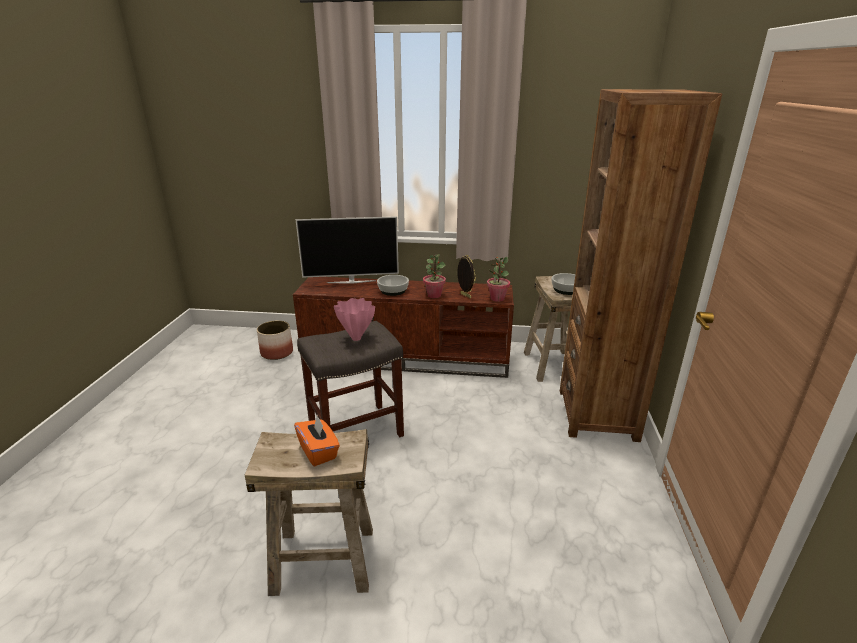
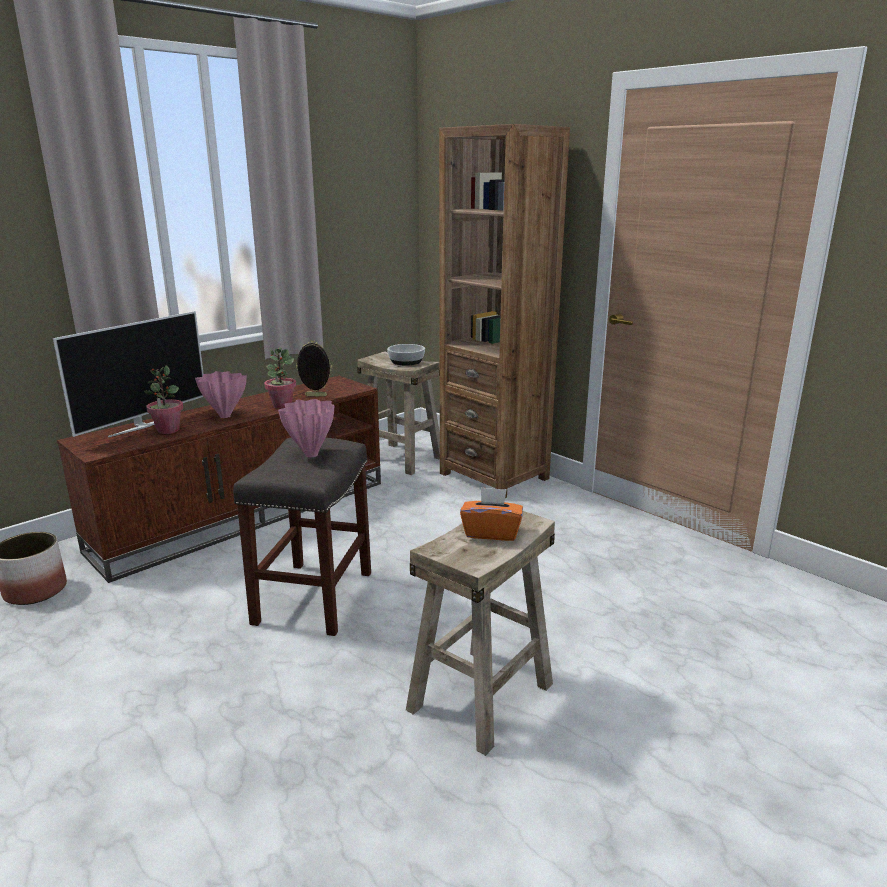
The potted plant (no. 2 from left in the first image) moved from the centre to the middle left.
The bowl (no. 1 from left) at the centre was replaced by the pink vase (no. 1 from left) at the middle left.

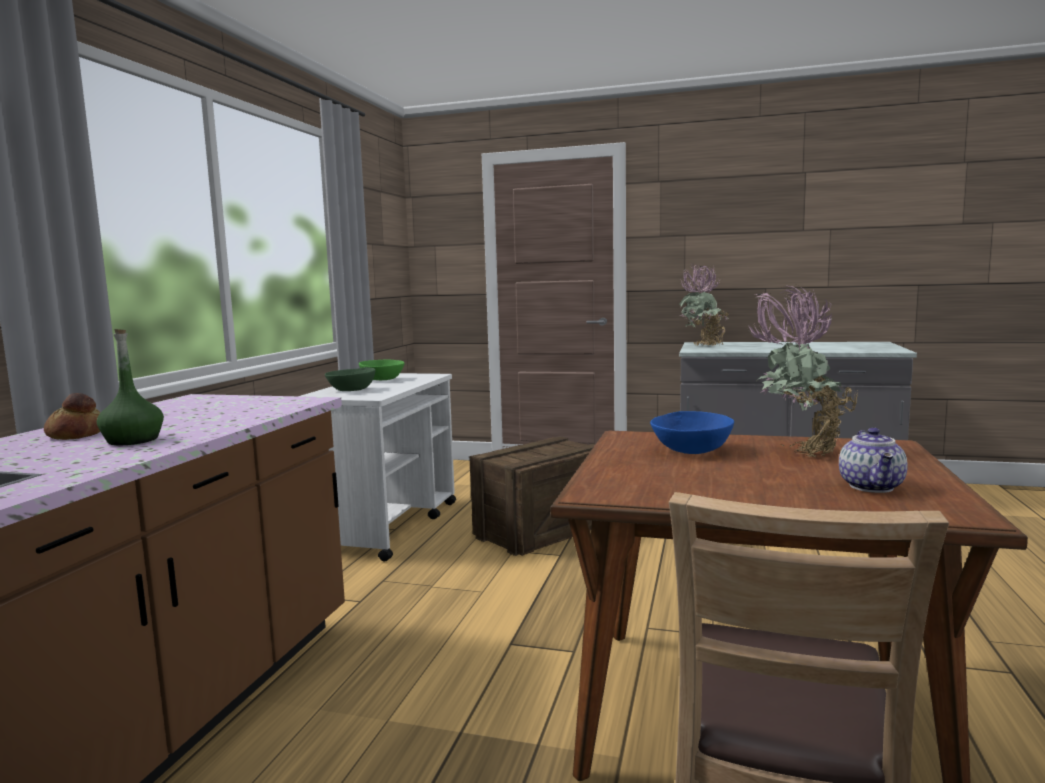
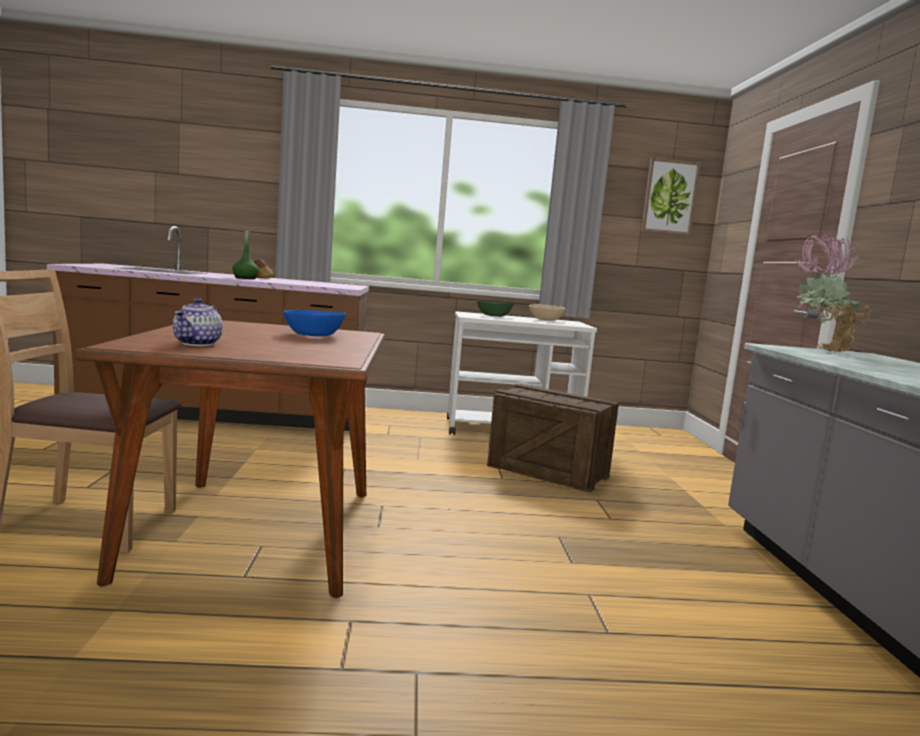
The potted plant (no. 2 from left) at the middle right disappeared.
The picture at the top right appeared.
The green bowl (no. 2 from left) at the centre became the beige bowl at the centre.
The teapot at the middle right turned 75 degrees counterclockwise.

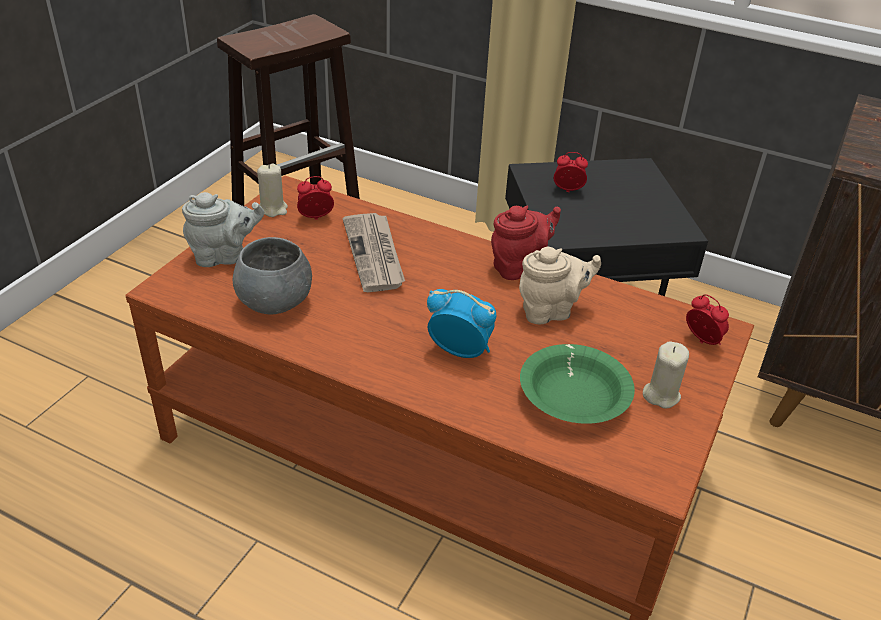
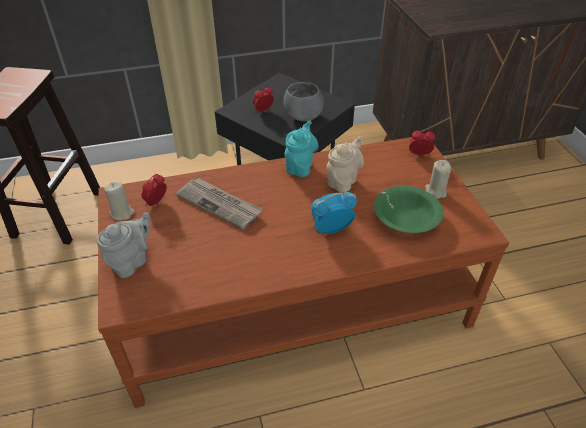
The grey bowl moved from the middle left to the top centre.
The red teapot at the centre became the turquoise teapot at the centre.

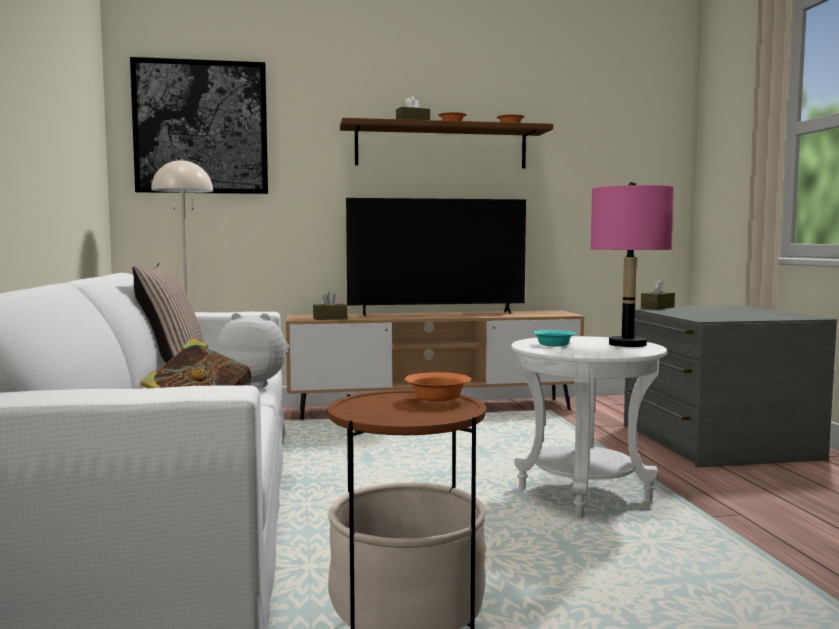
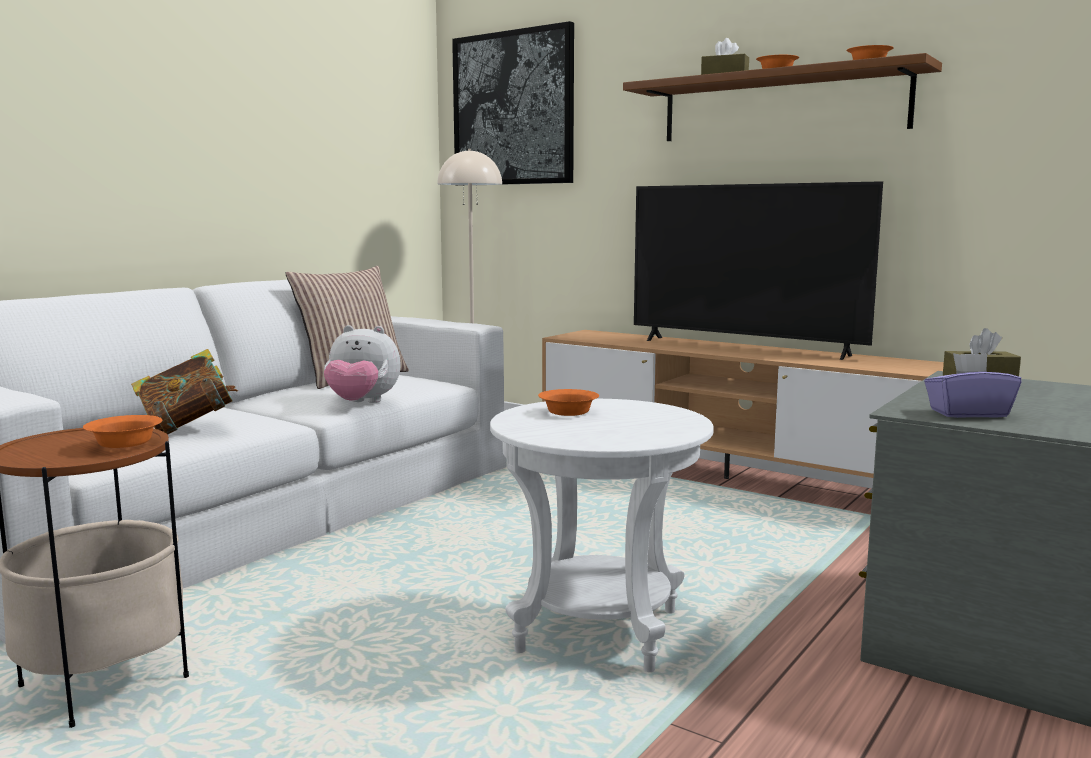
The brown tissue box (no. 1 from left) at the centre disappeared.
The pink table lamp at the middle right disappeared.
The purple tissue box at the middle right appeared.
The turquoise bowl at the centre became the orange bowl (no. 2 from left) at the centre.
The plush toy at the middle left turned 135 degrees clockwise.

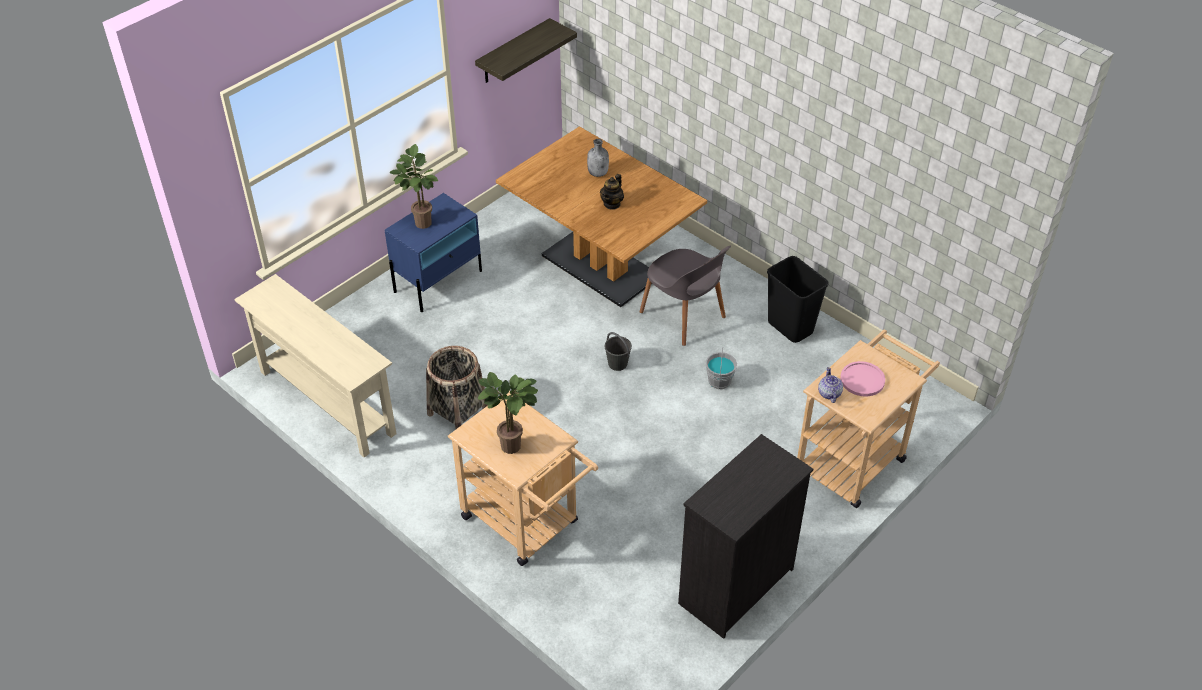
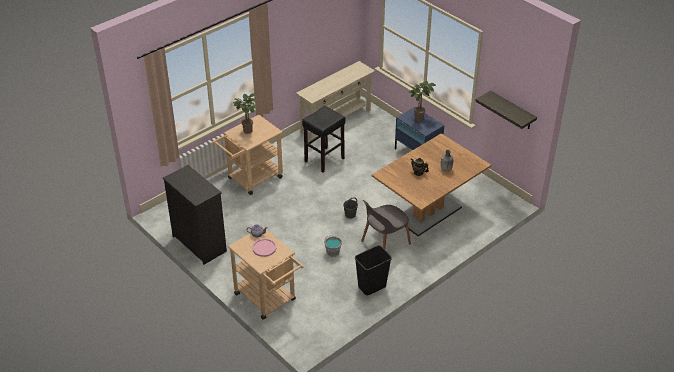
The basket at the centre was replaced by the black stool at the centre.

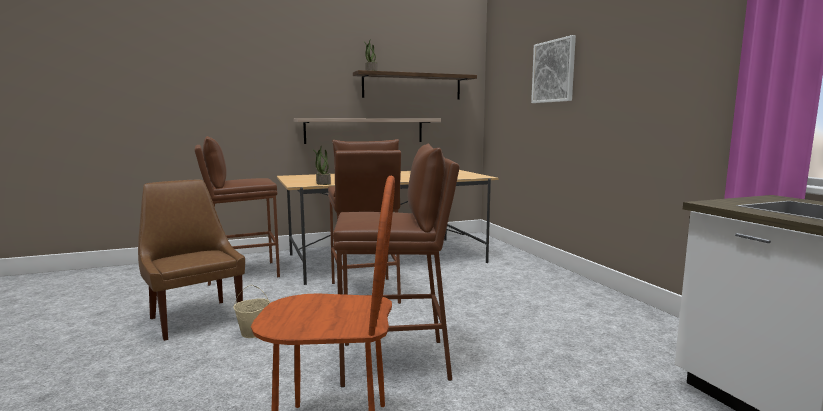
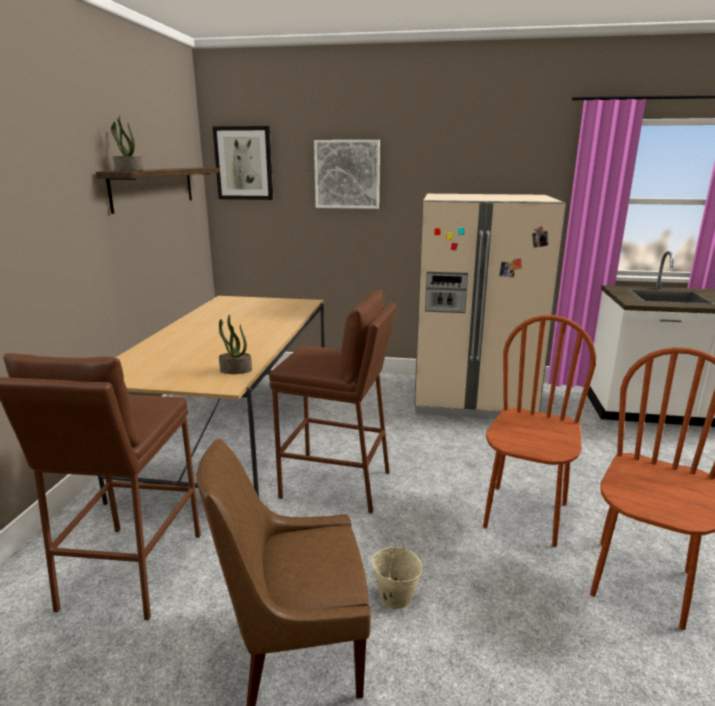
The shelf (no. 1 from left) at the top centre disappeared.
The picture (no. 1 from left) at the top centre appeared.
The beige fridge at the middle right appeared.
The brown stool (no. 3 from left) at the centre was replaced by the brown chair (no. 2 from left) at the middle right.

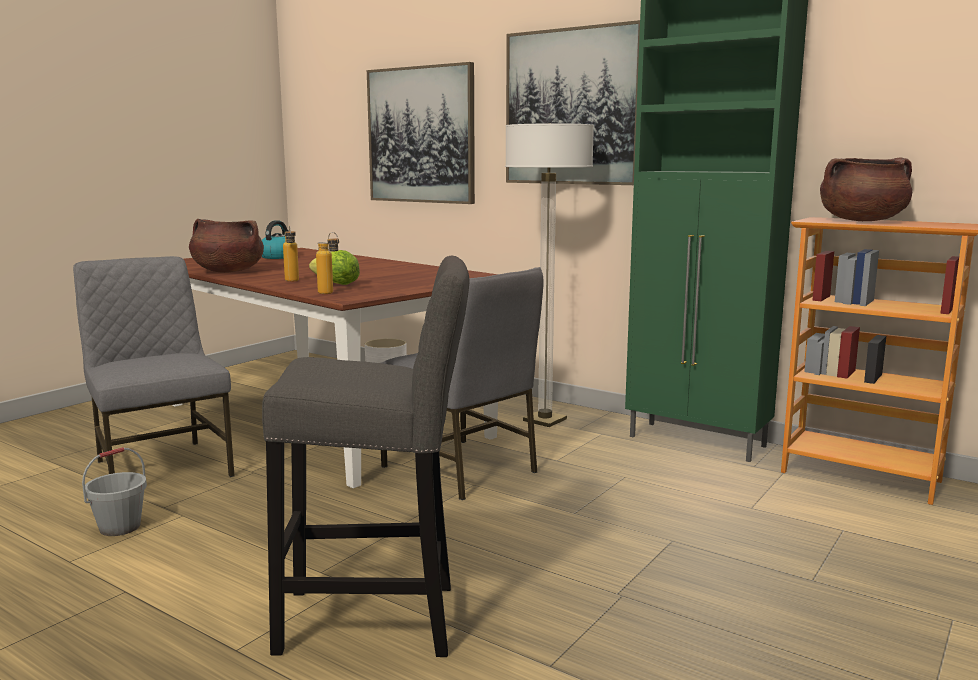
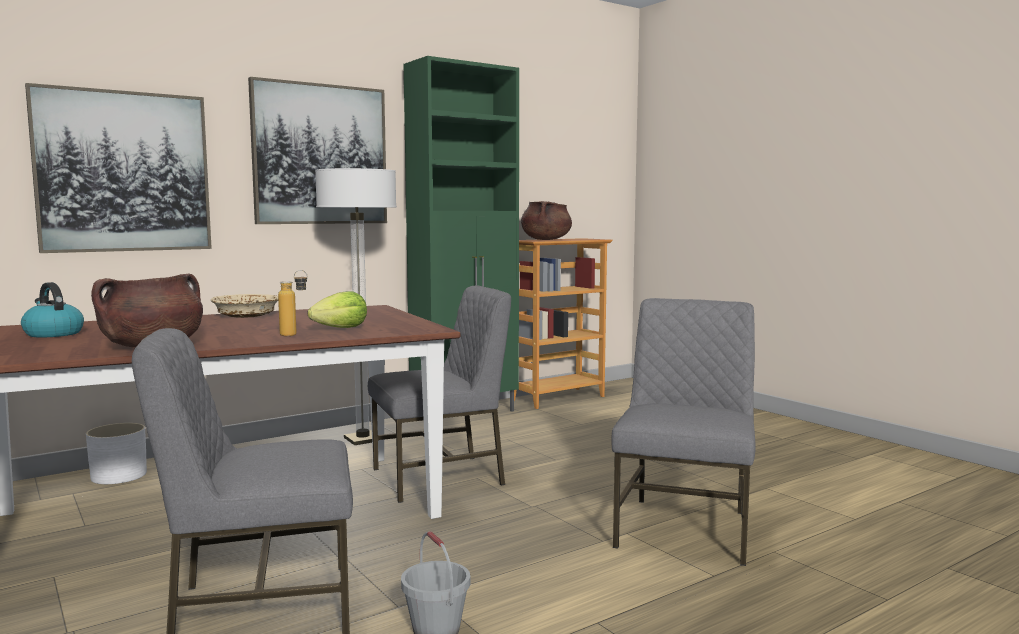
The bottle (no. 2 from left) at the centre disappeared.
The beige bowl at the middle left appeared.
The grey stool at the bottom centre was replaced by the grey chair (no. 3 from left) at the bottom right.

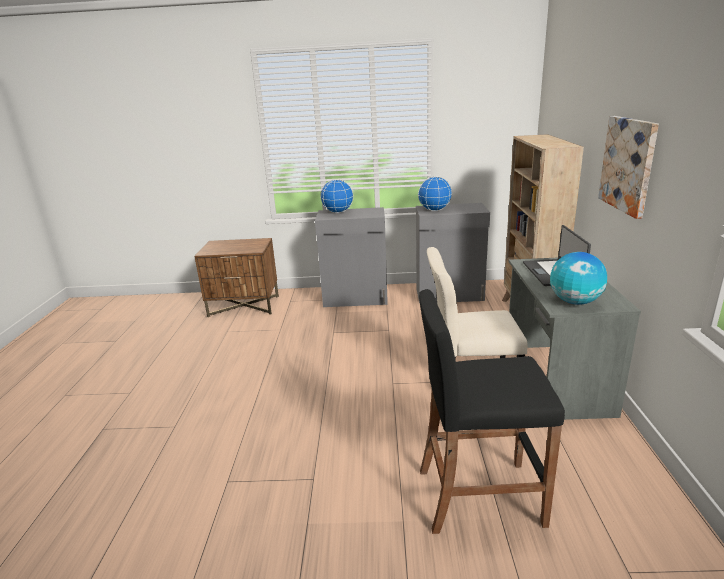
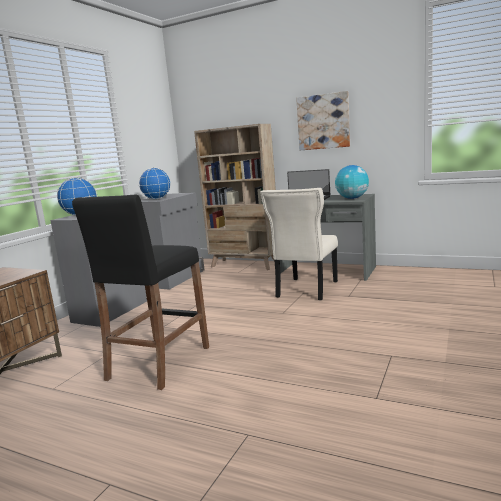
The black stool moved from the bottom right to the middle left.

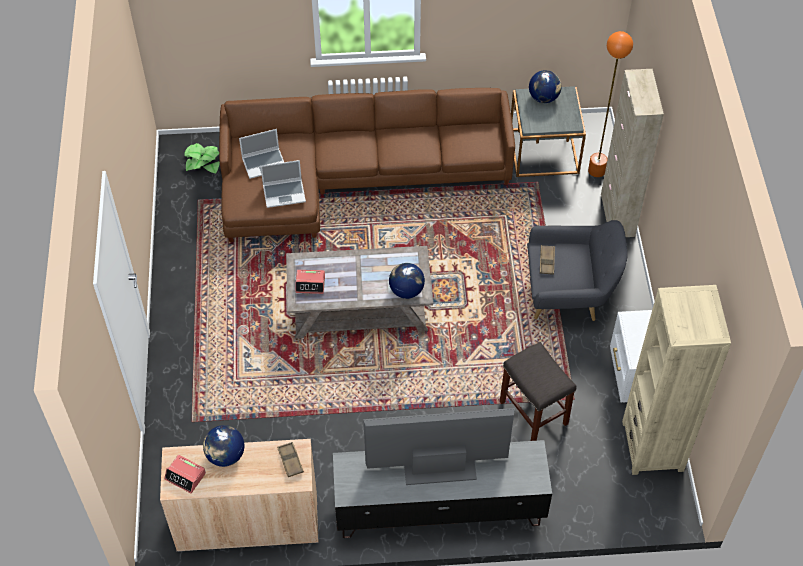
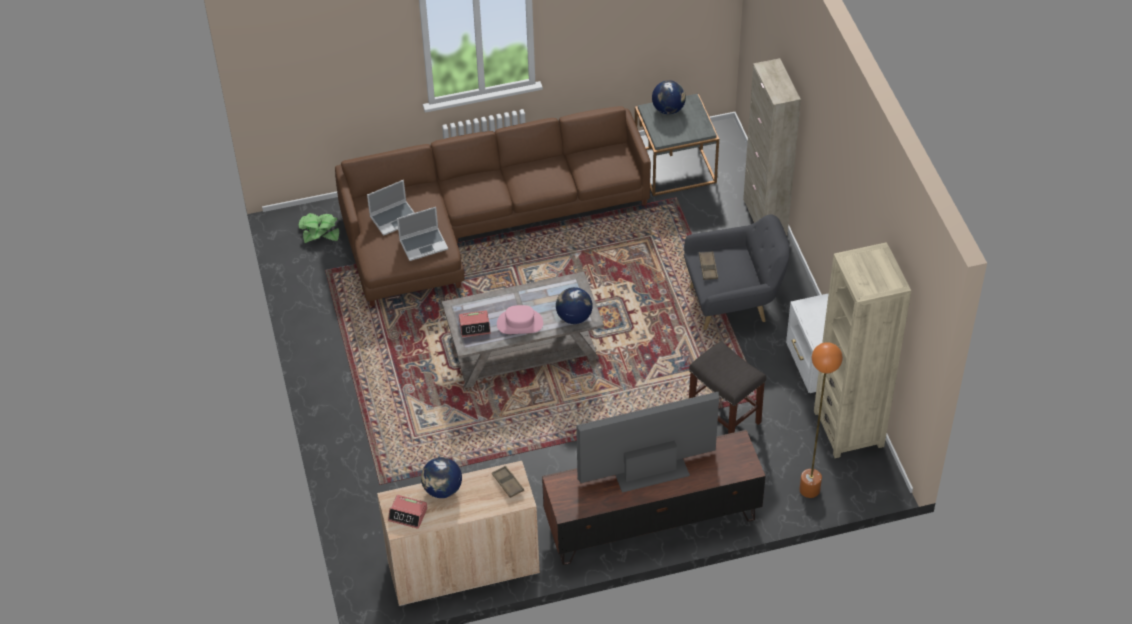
The pink hat at the centre appeared.
The orange floor lamp moved from the top right to the bottom right.
The grey tv stand at the bottom centre became the brown tv stand at the bottom centre.

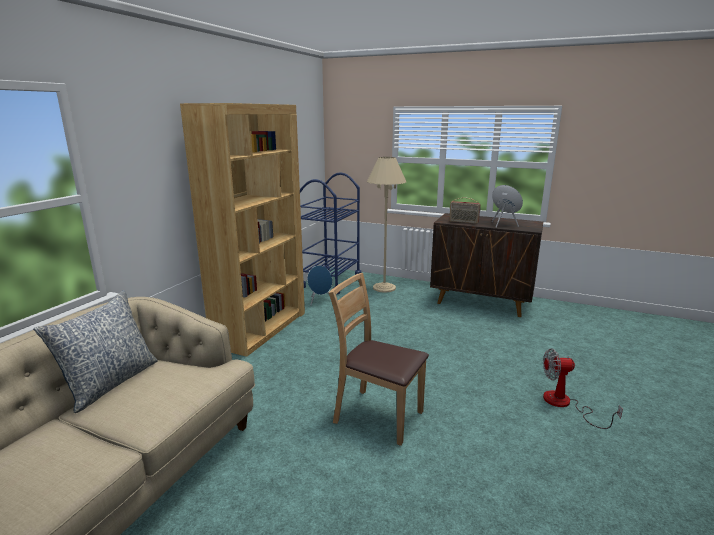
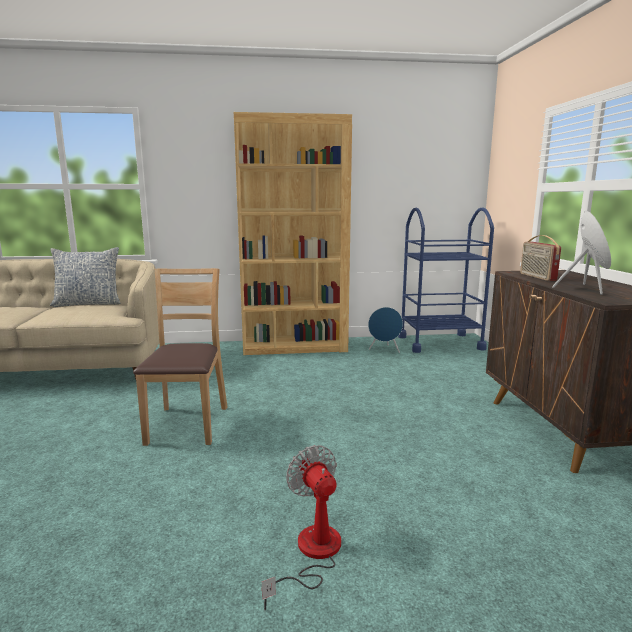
The beige floor lamp at the centre disappeared.

